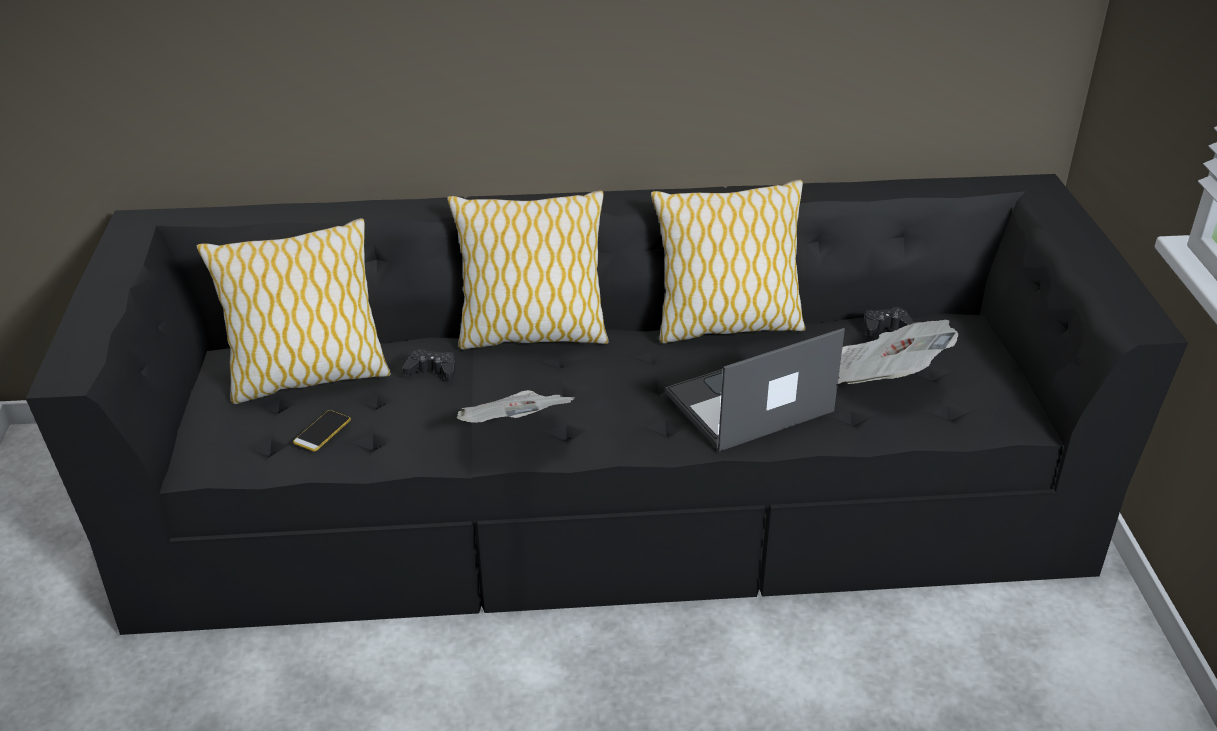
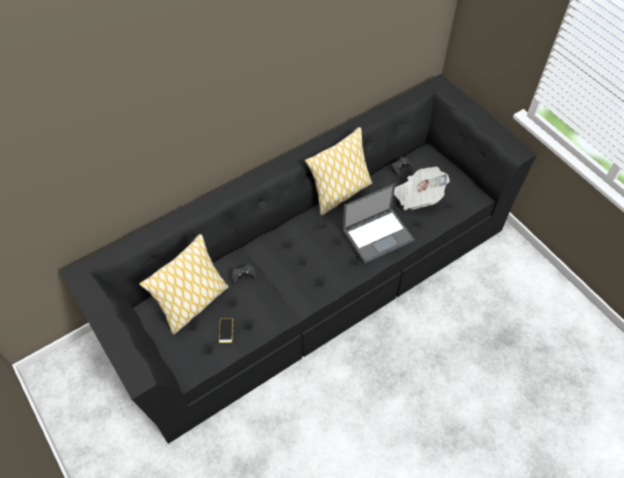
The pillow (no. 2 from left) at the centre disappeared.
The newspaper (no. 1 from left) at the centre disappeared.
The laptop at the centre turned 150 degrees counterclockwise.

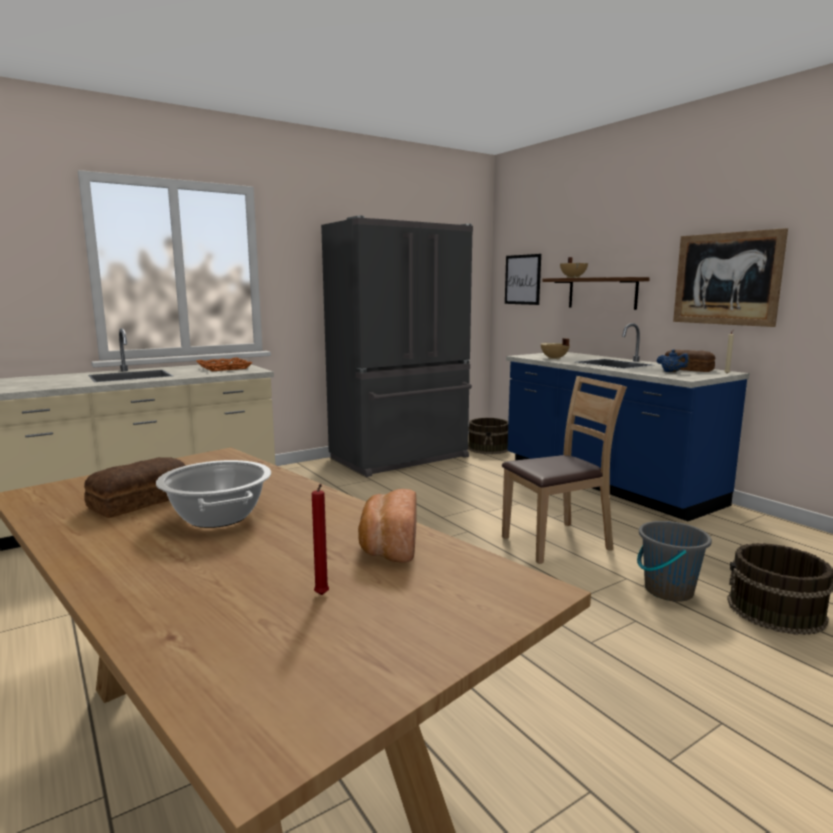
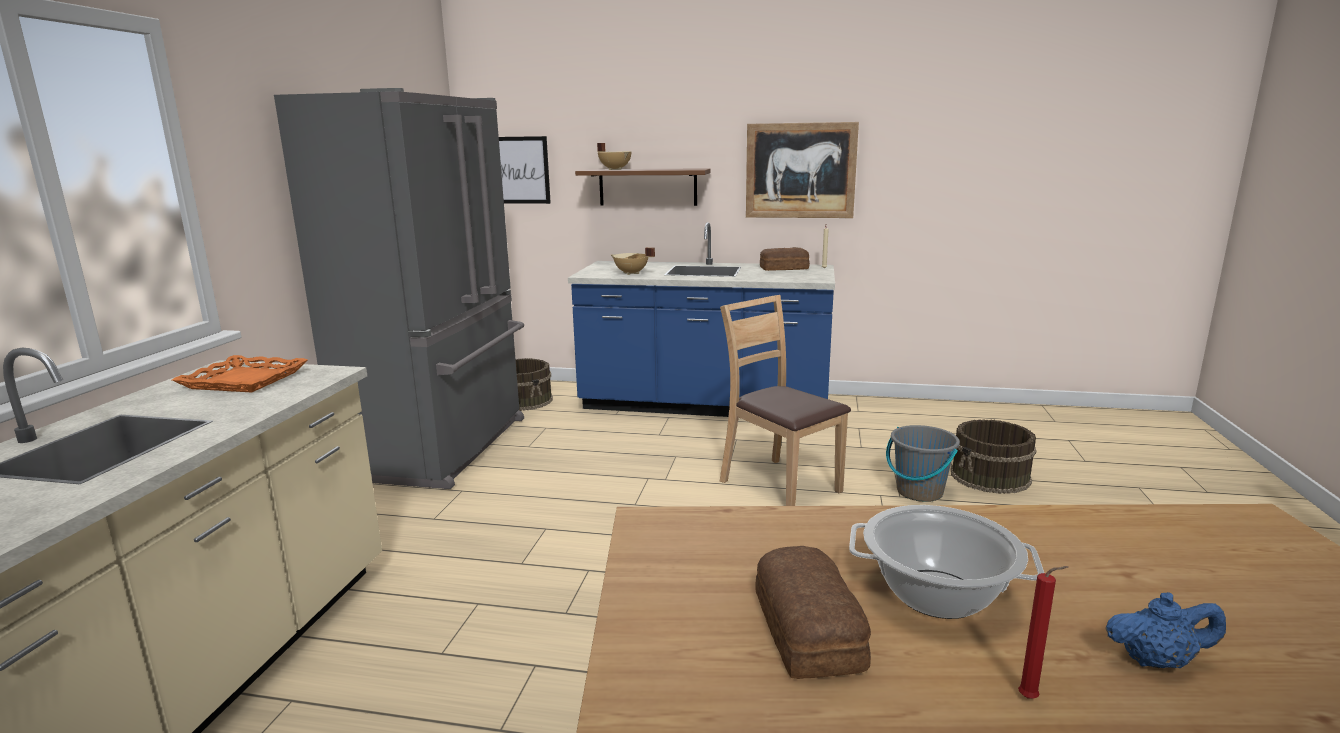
The bread (no. 2 from left) at the centre disappeared.
The red candle moved from the centre to the bottom right.
The blue teapot moved from the middle right to the bottom right.
The brown chair at the middle right turned 60 degrees counterclockwise.

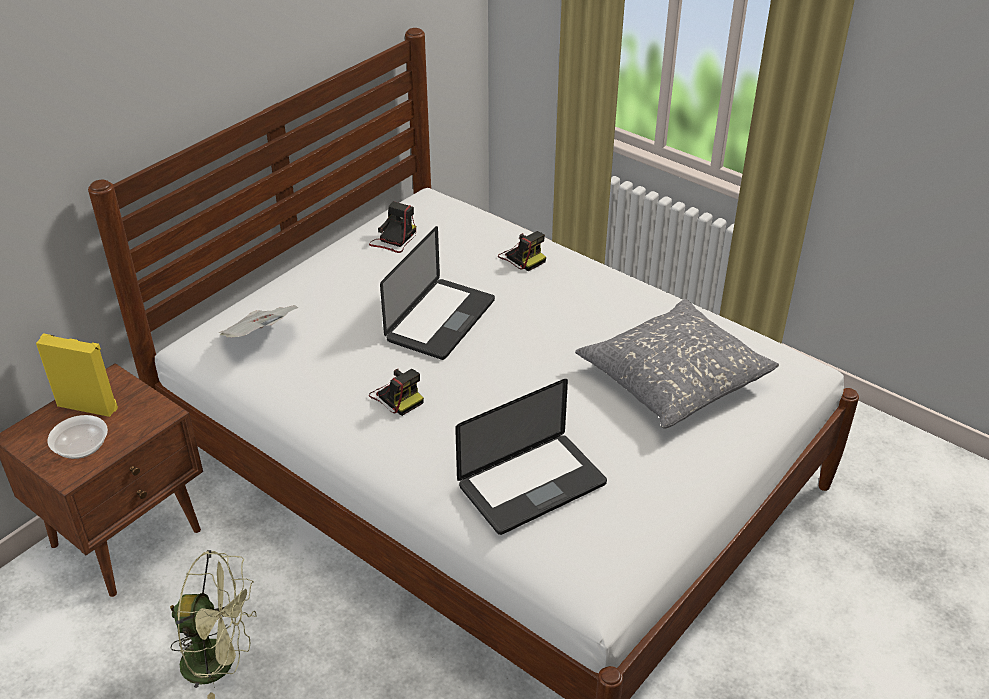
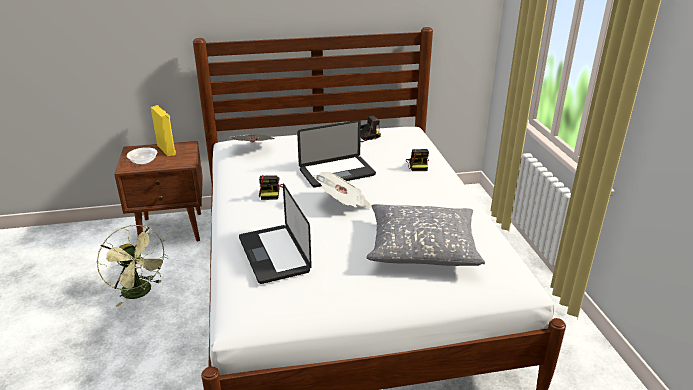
The newspaper (no. 2 from left) at the centre appeared.
The laptop (no. 2 from left in the first image) at the centre turned 60 degrees clockwise.

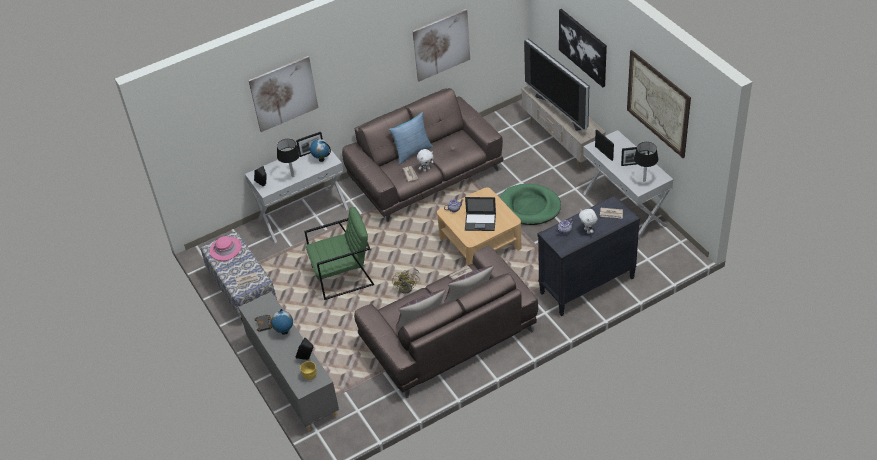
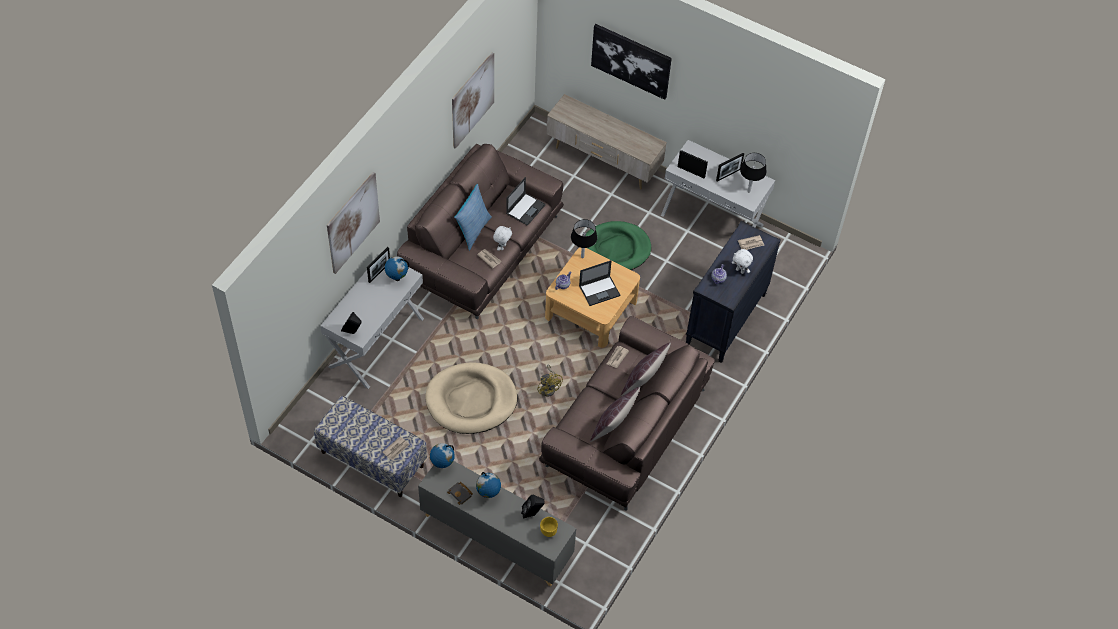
The pink hat at the middle left disappeared.
The television at the top centre disappeared.
The picture (no. 4 from left) at the top right disappeared.
The globe (no. 2 from left) at the bottom centre appeared.
The laptop (no. 1 from left) at the top centre appeared.
The black table lamp (no. 1 from left) moved from the middle left to the centre.
The green armchair at the centre was replaced by the beige dog bed at the centre.

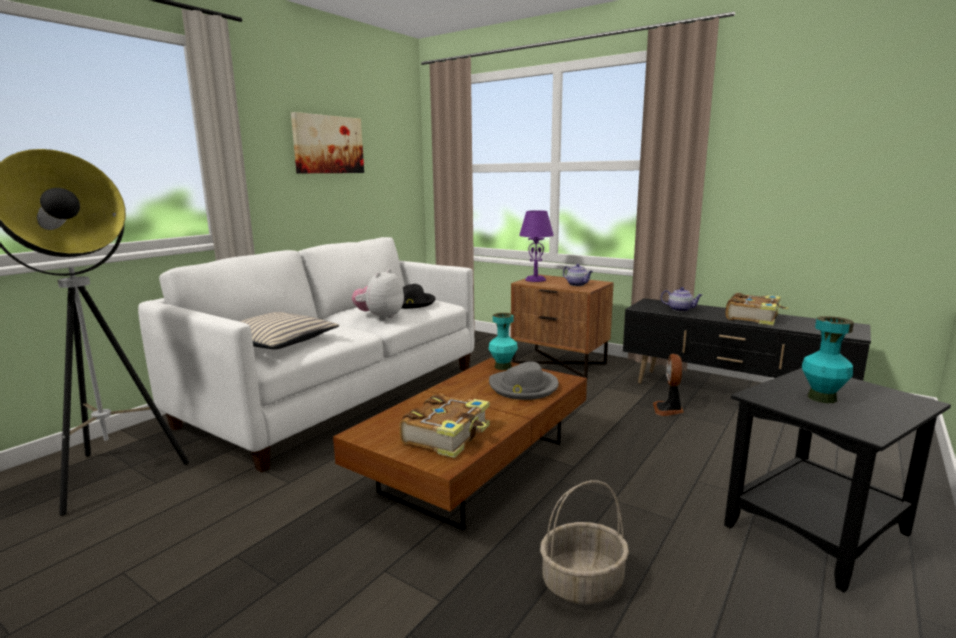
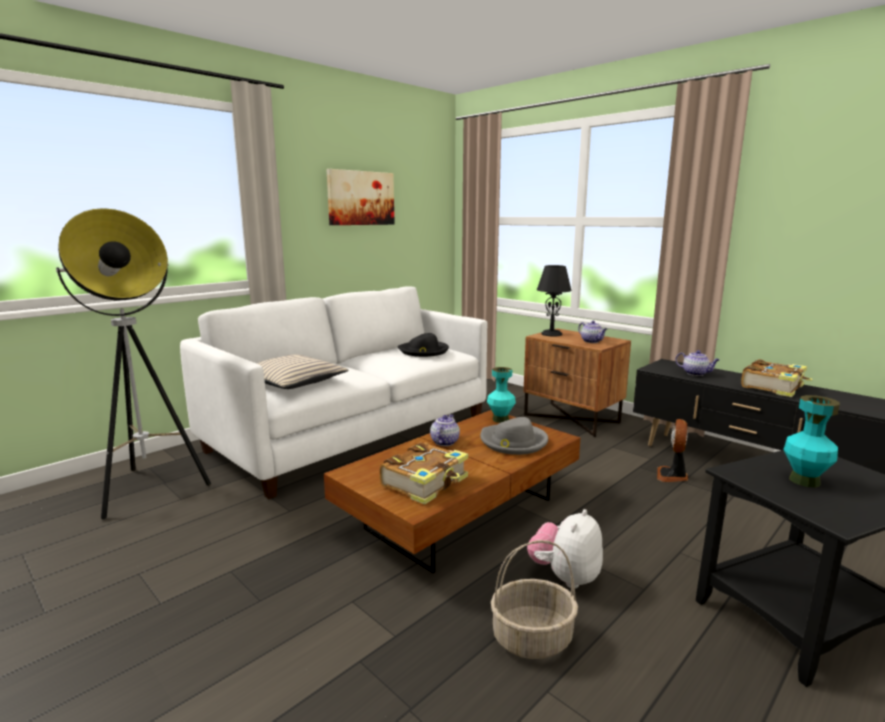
The teapot (no. 1 from left) at the centre appeared.
The plush toy moved from the centre to the bottom centre.
The purple table lamp at the centre became the black table lamp at the centre.

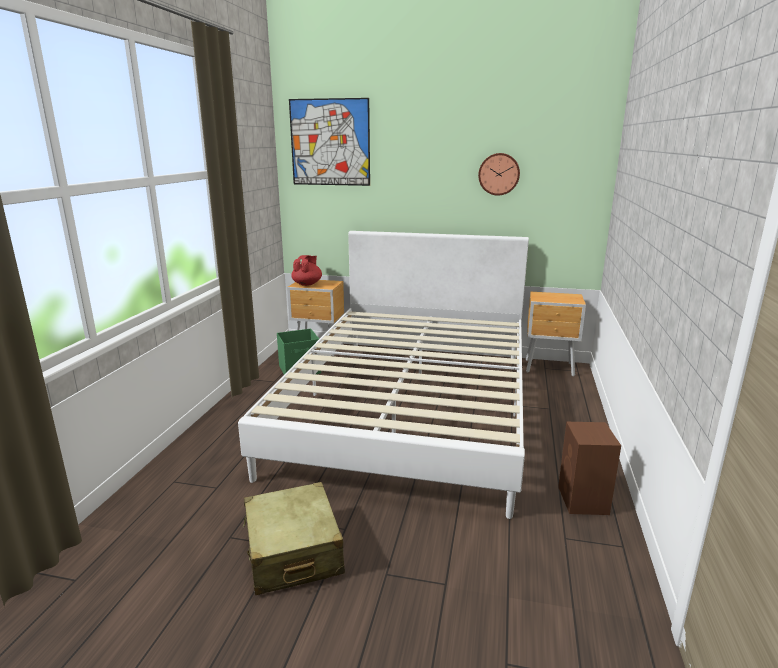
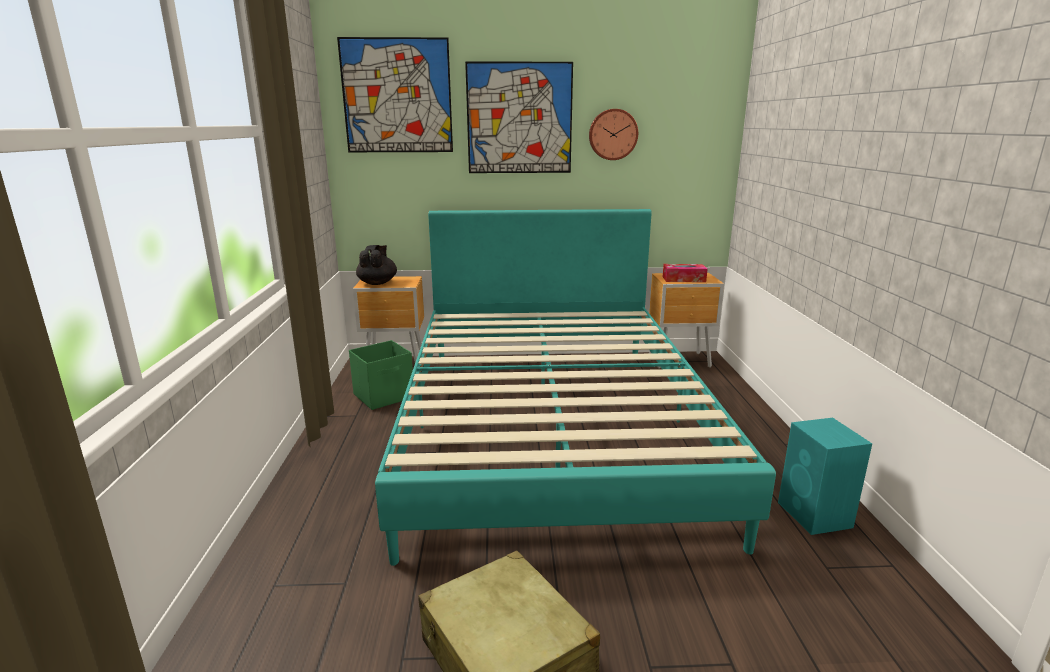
The picture (no. 2 from left) at the top centre appeared.
The tissue box at the centre appeared.
The white bed at the centre became the turquoise bed at the centre.
The red teapot at the centre became the black teapot at the centre.
The brown speaker at the bottom right became the turquoise speaker at the bottom right.

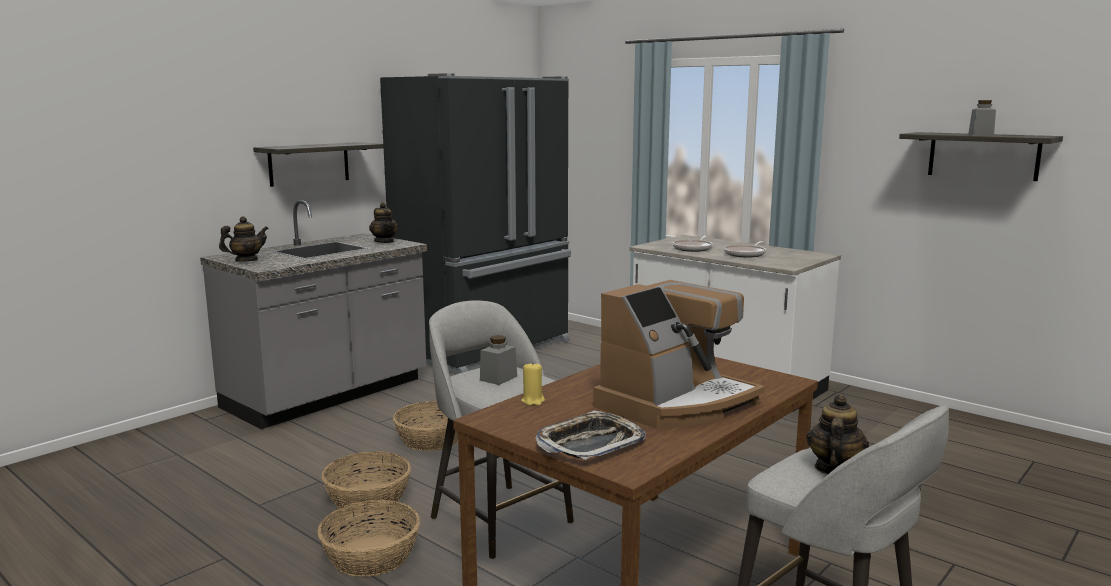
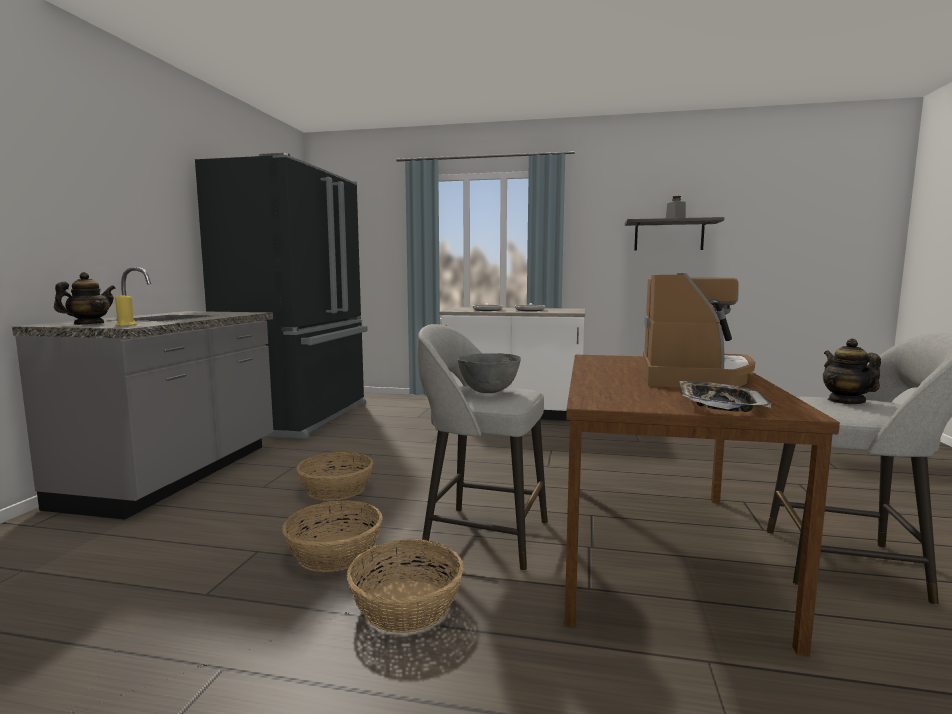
The shelf (no. 1 from left) at the top left disappeared.
The teapot (no. 2 from left) at the centre disappeared.
The yellow candle moved from the centre to the middle left.
The grey jar (no. 1 from left) at the centre was replaced by the grey bowl at the centre.

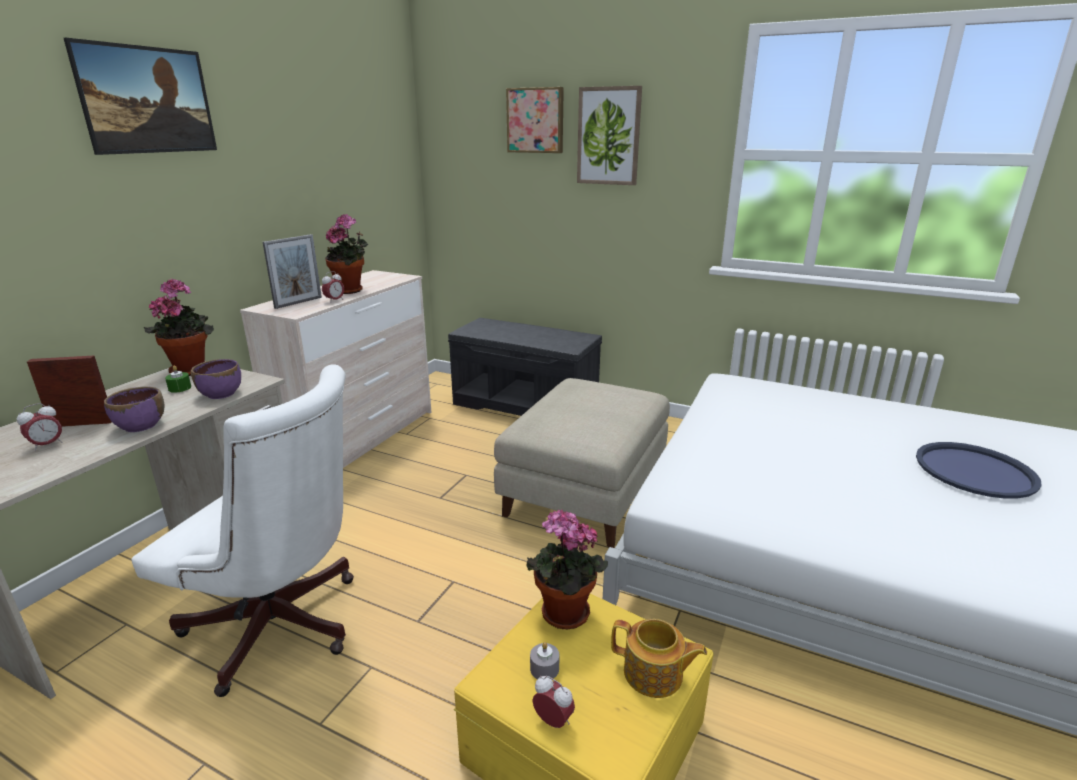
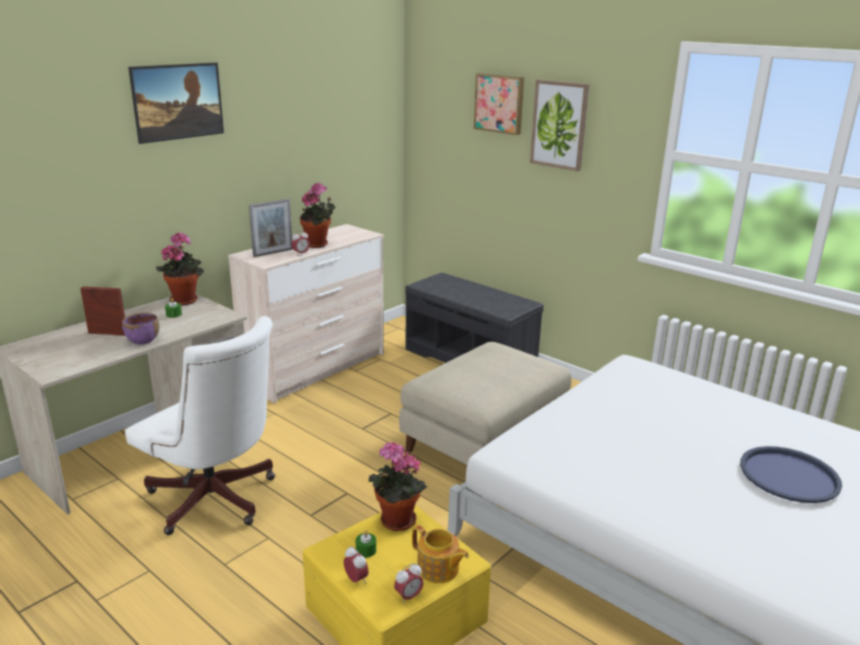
The purple bowl (no. 2 from left) at the middle left disappeared.
The alarm clock (no. 1 from left in the first image) moved from the middle left to the bottom centre.
The grey candle at the bottom centre became the green candle (no. 2 from left) at the bottom centre.

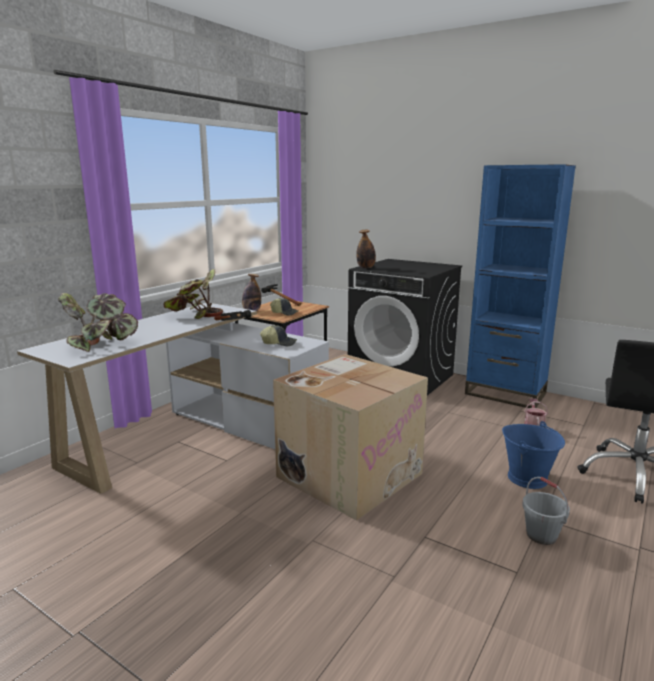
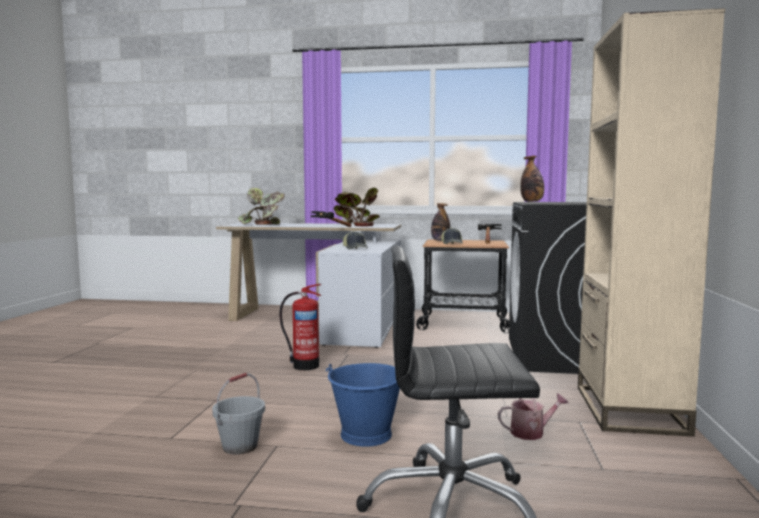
The cardboard box at the centre was replaced by the fire extinguisher at the centre.
The blue bookcase at the middle right became the beige bookcase at the middle right.

